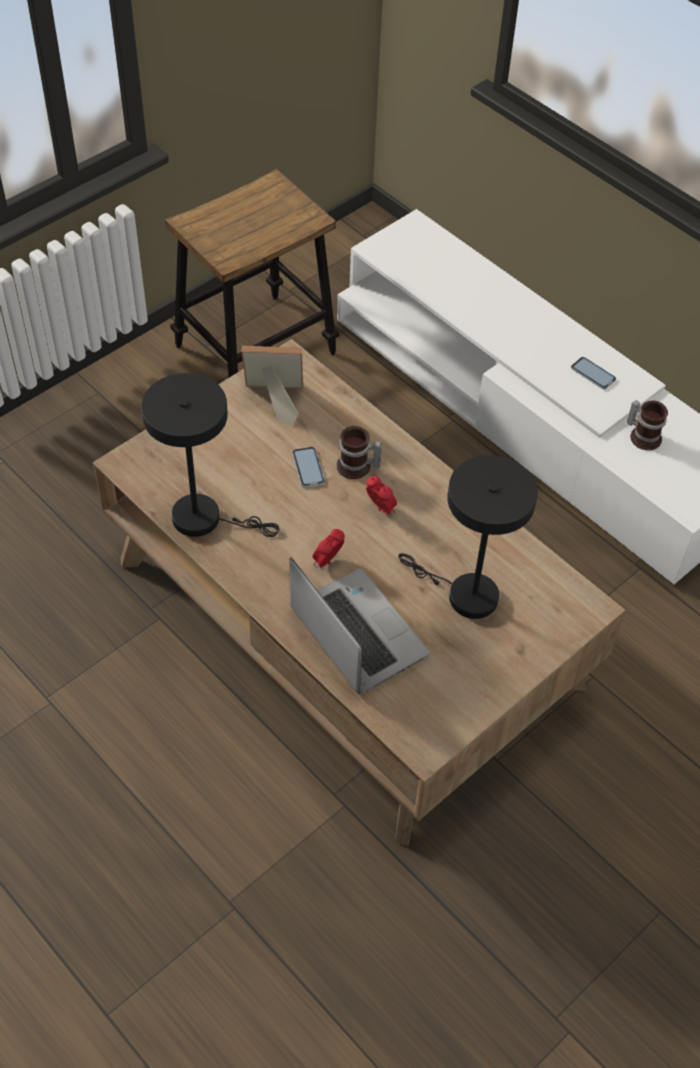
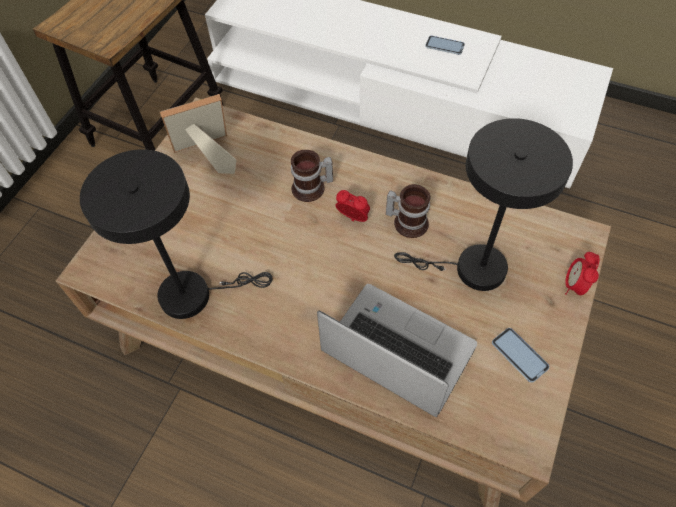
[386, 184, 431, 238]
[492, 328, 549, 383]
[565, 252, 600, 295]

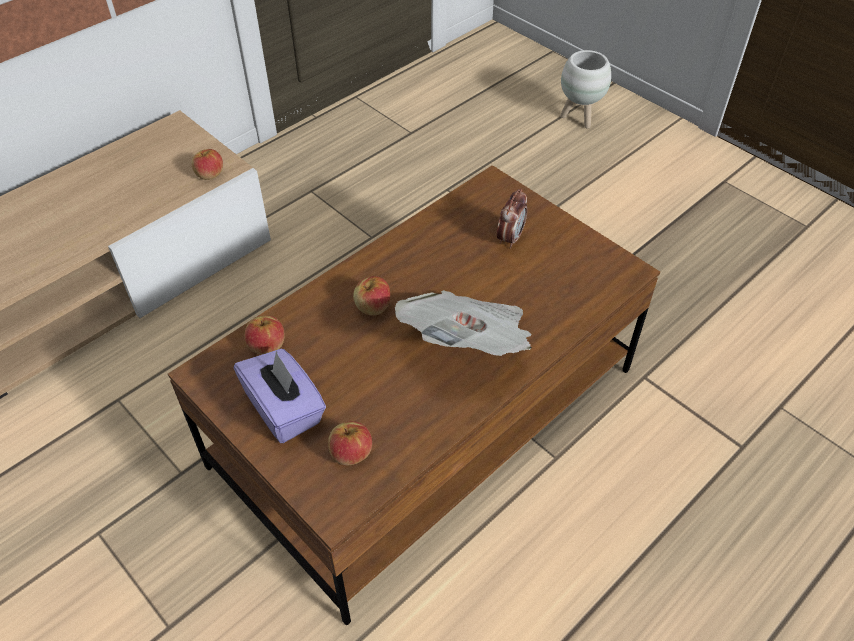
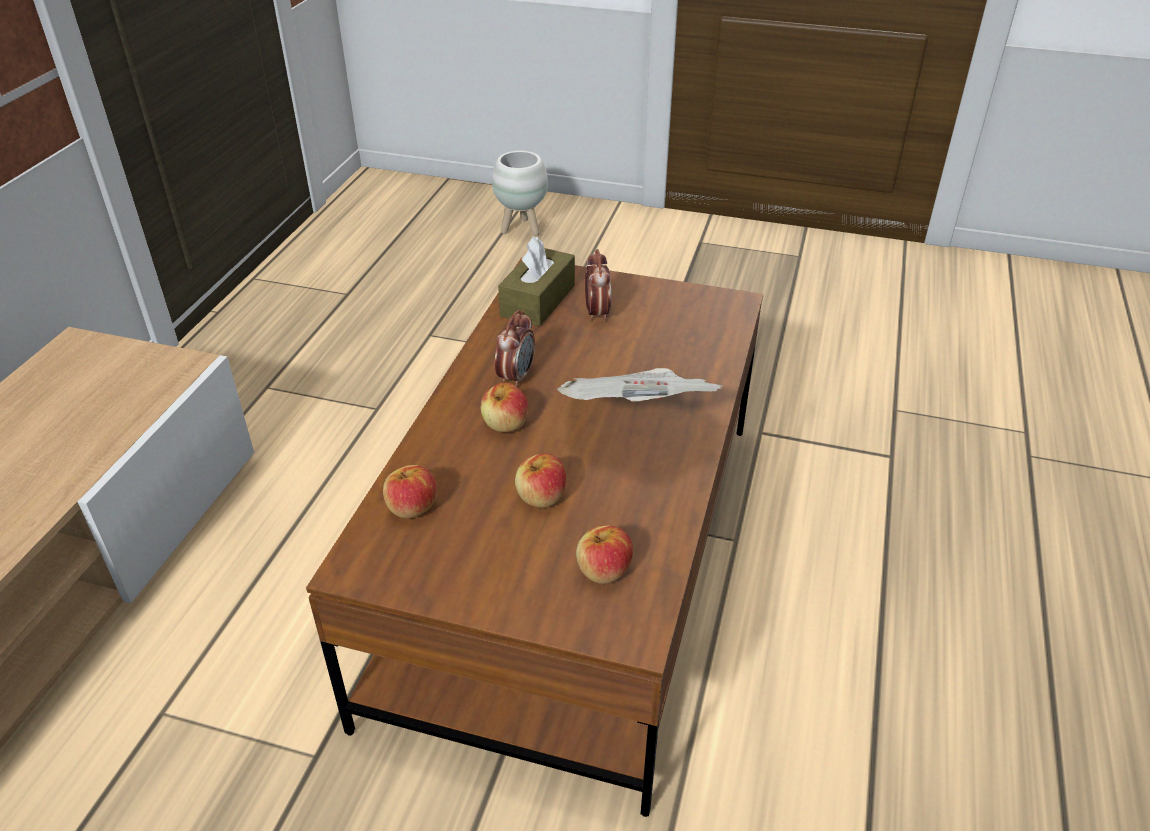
[515, 454, 566, 508]
[234, 349, 326, 443] (first image)
[498, 236, 575, 327]
[495, 310, 535, 387]

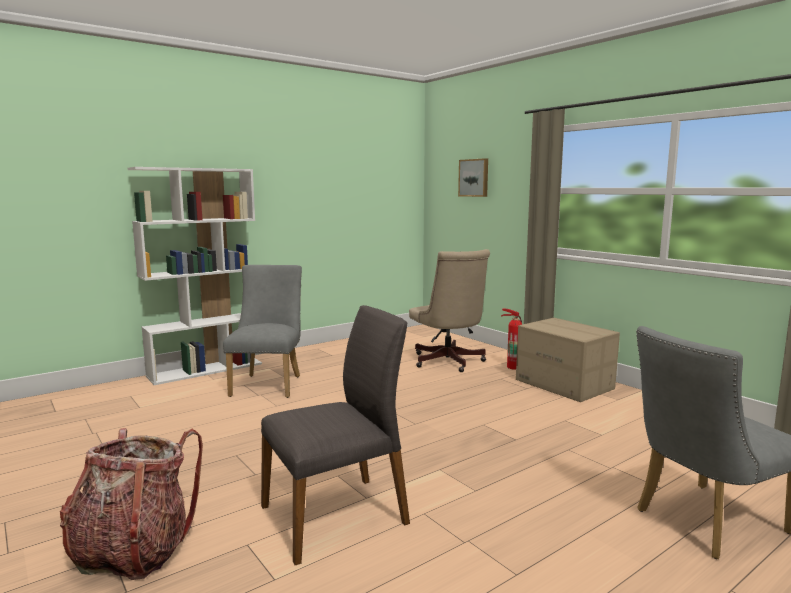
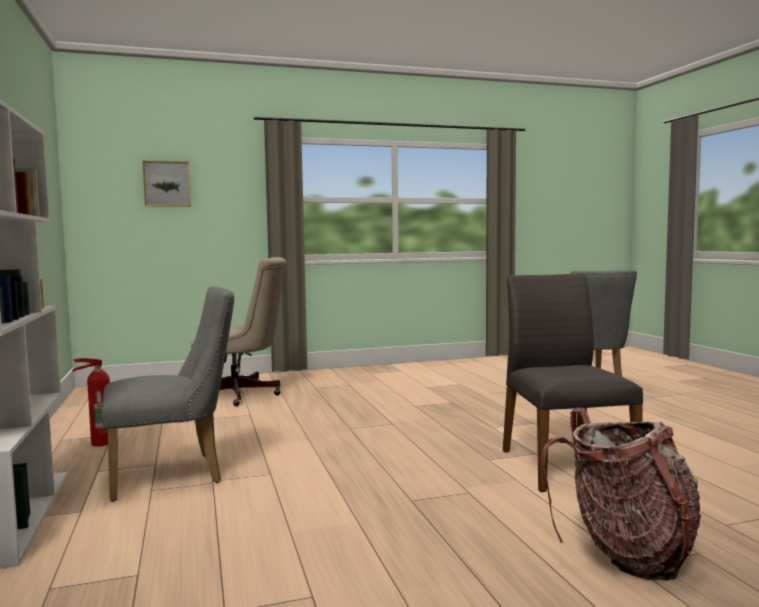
[102, 286, 234, 502]
[72, 358, 110, 446]
[516, 318, 620, 402] (first image)

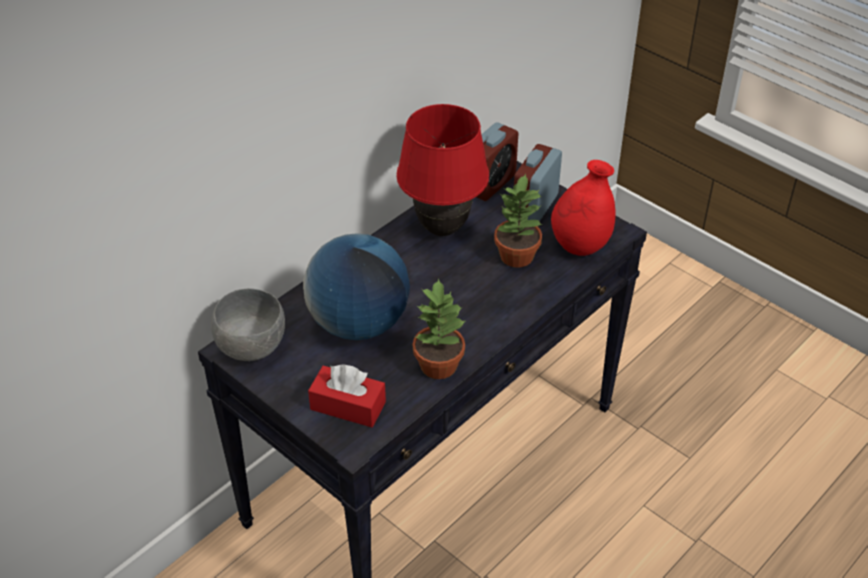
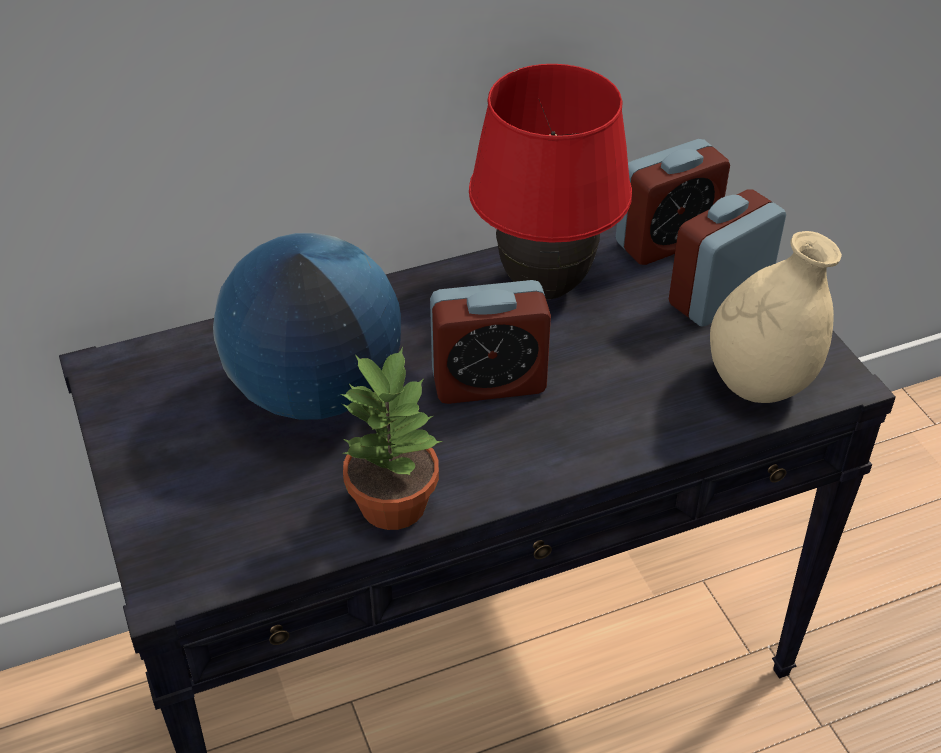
[710, 231, 842, 403]
[494, 174, 542, 268] (first image)
[211, 289, 285, 361] (first image)
[308, 364, 386, 427] (first image)
[430, 280, 551, 404]

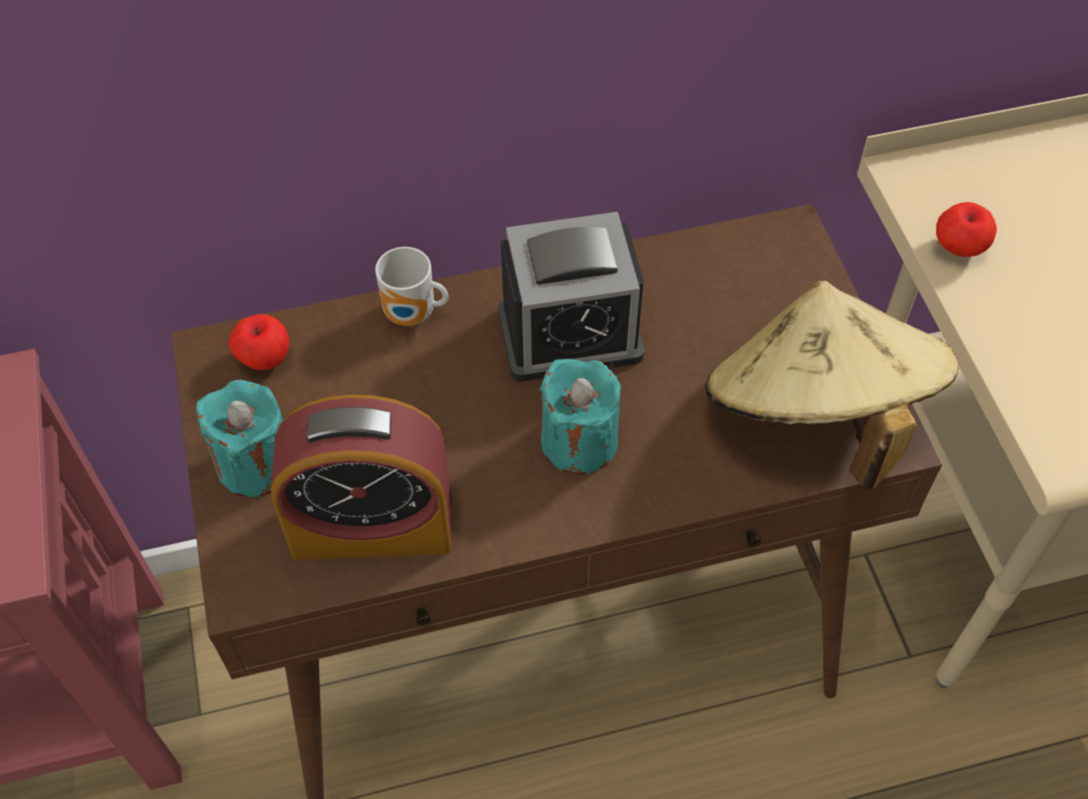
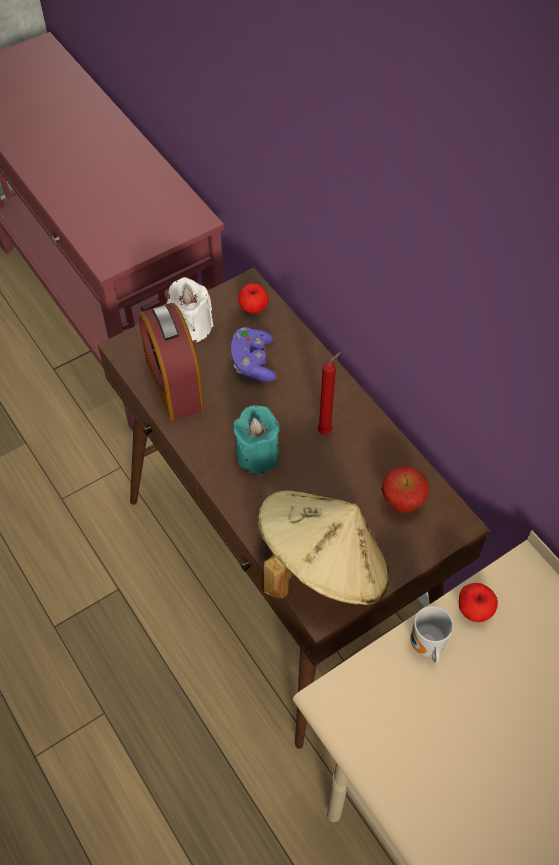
[318, 352, 341, 435]
[411, 606, 453, 663]
[166, 277, 214, 343]
[231, 327, 276, 382]
[381, 466, 430, 513]

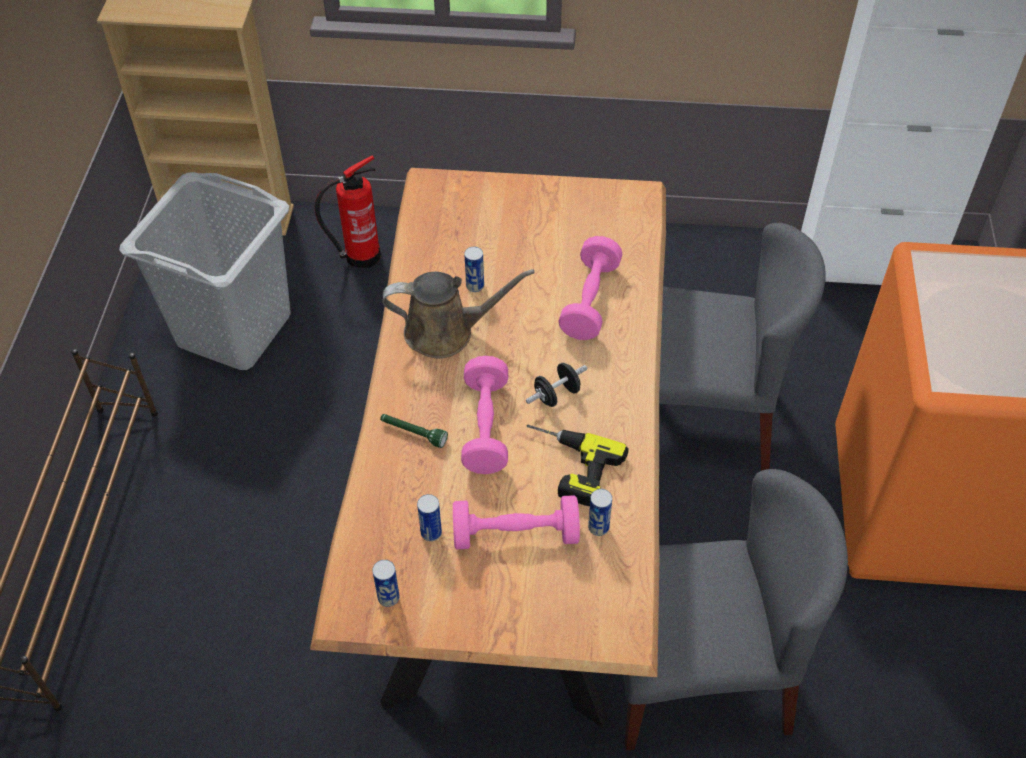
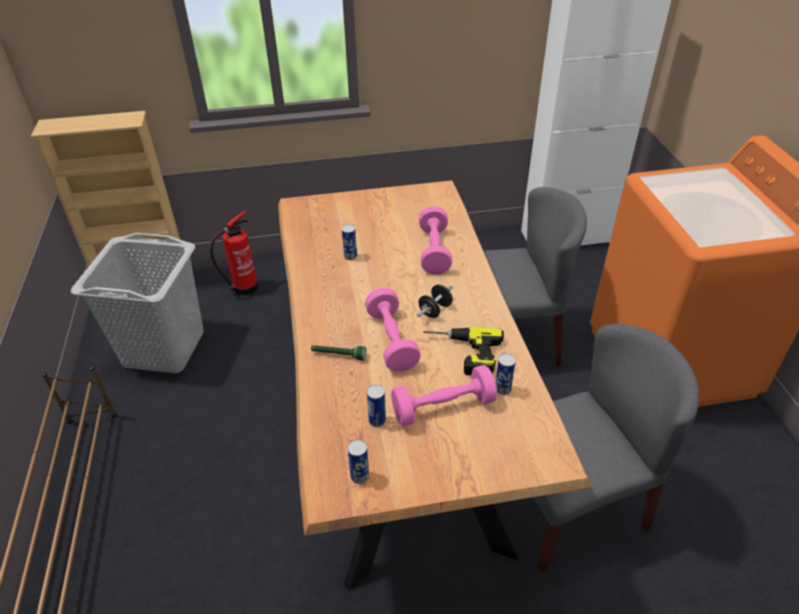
[382, 269, 535, 359] (first image)

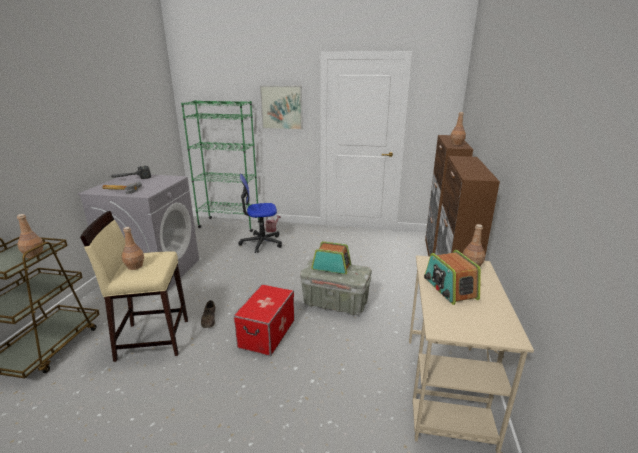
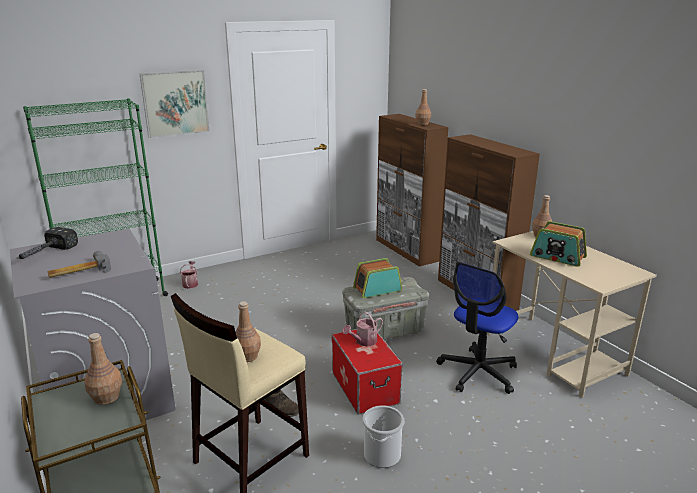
[436, 262, 518, 394]
[342, 312, 383, 347]
[362, 405, 404, 468]

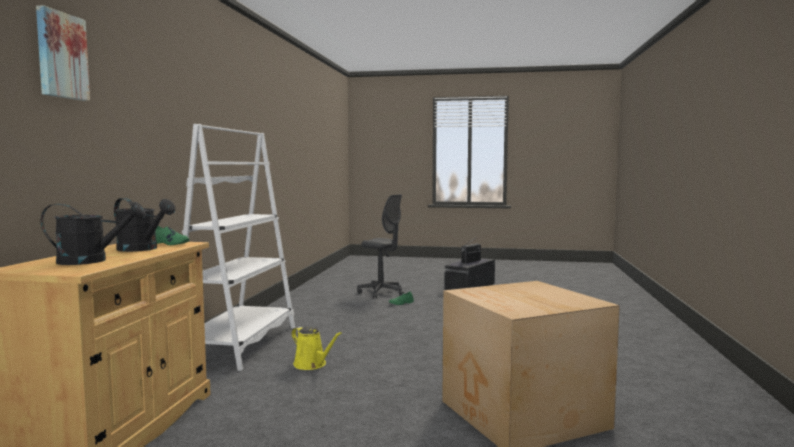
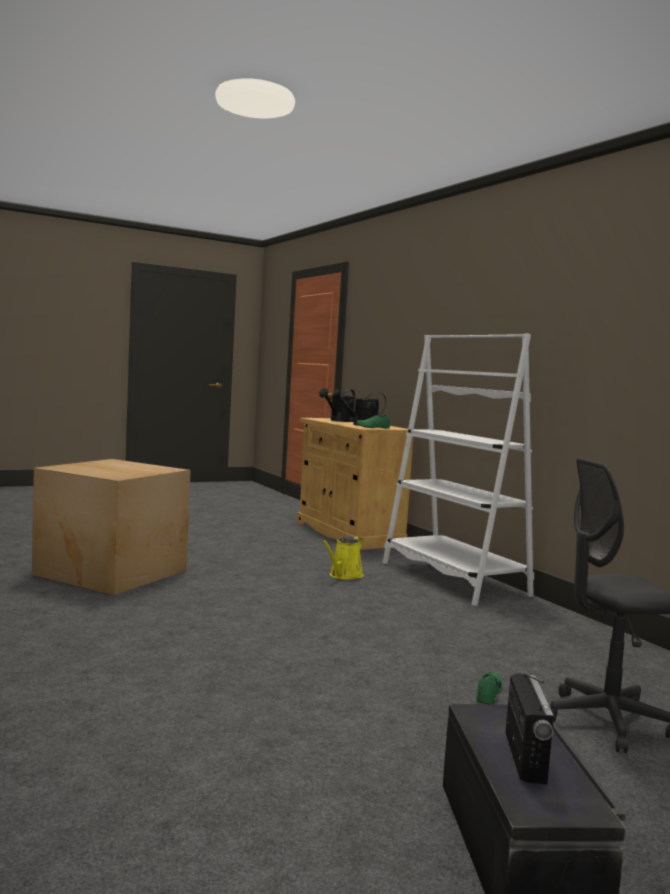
[36, 5, 90, 101] (first image)
[322, 536, 364, 580]

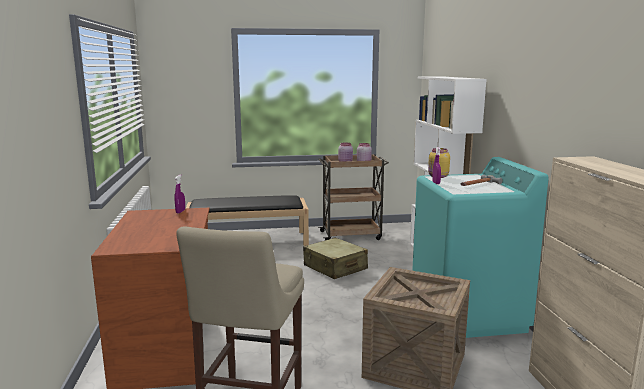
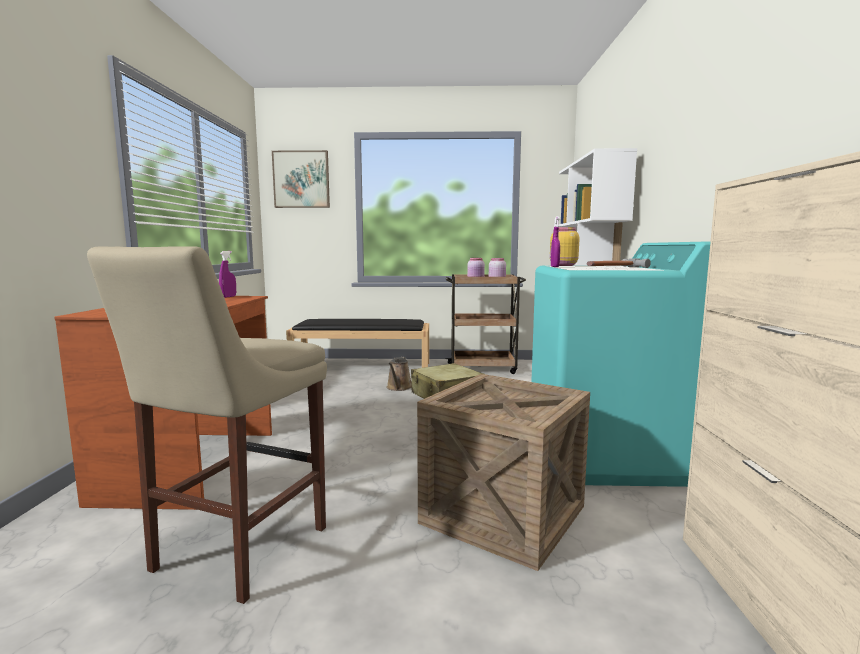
[272, 150, 330, 208]
[386, 357, 412, 391]

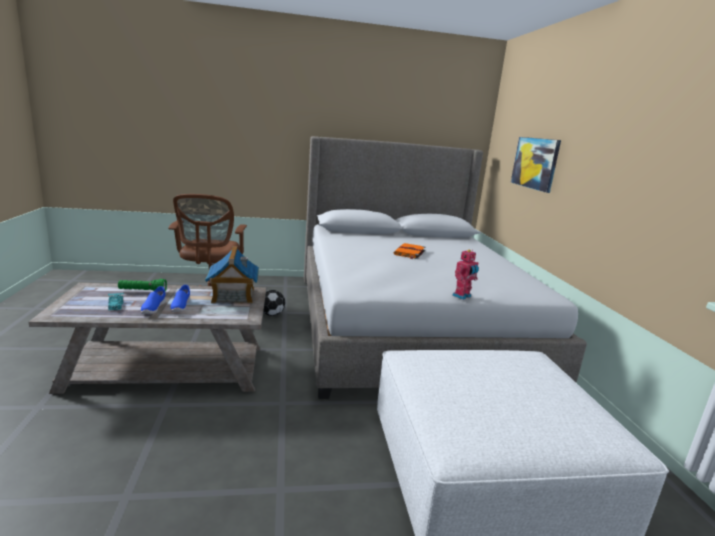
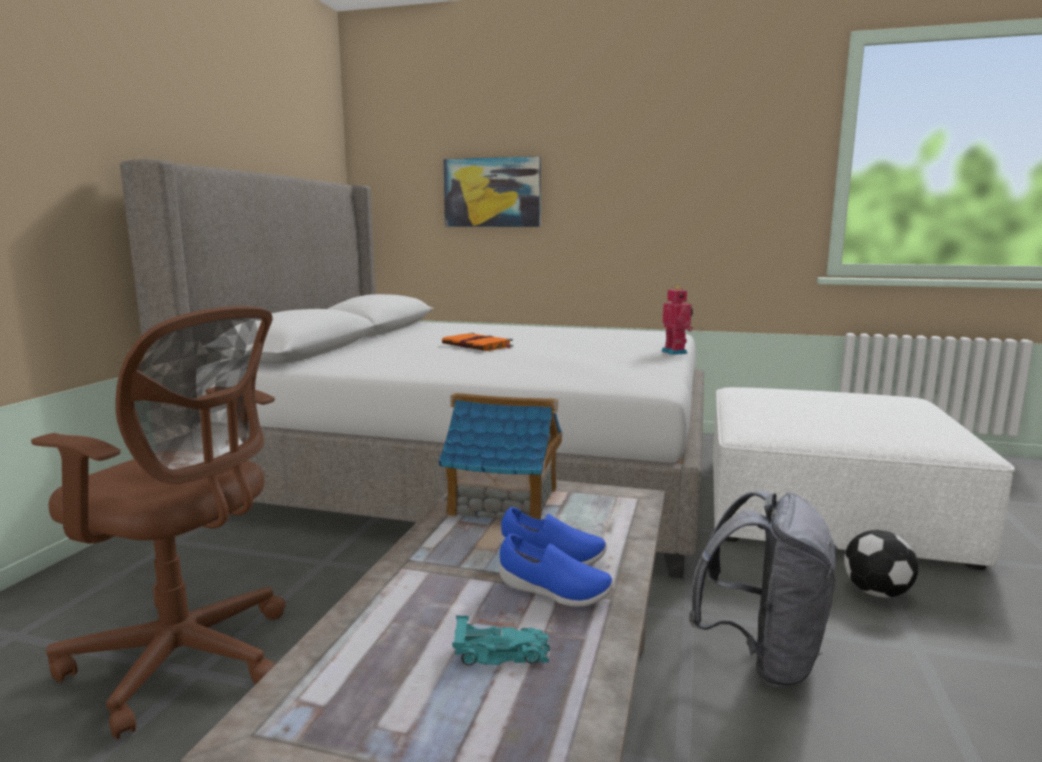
[118, 279, 167, 291] (first image)
[844, 530, 918, 598]
[688, 491, 838, 687]

